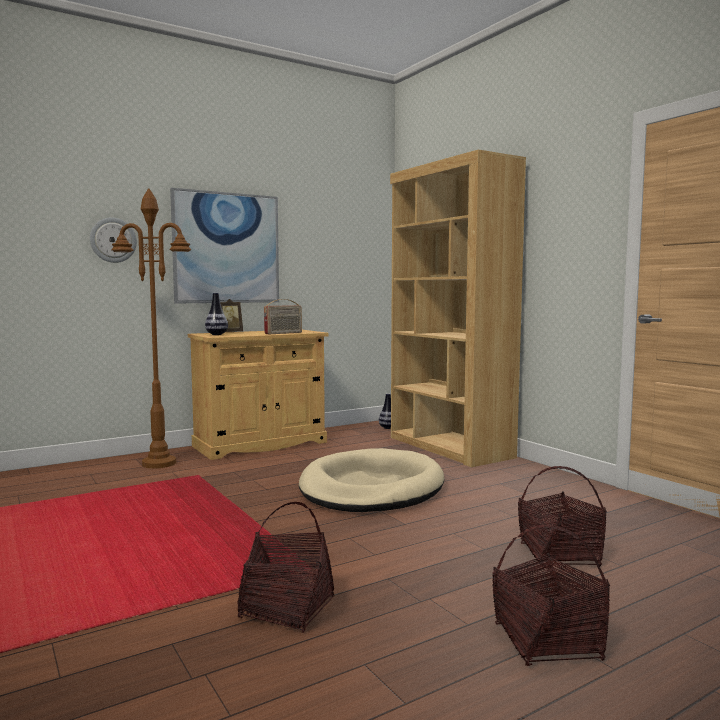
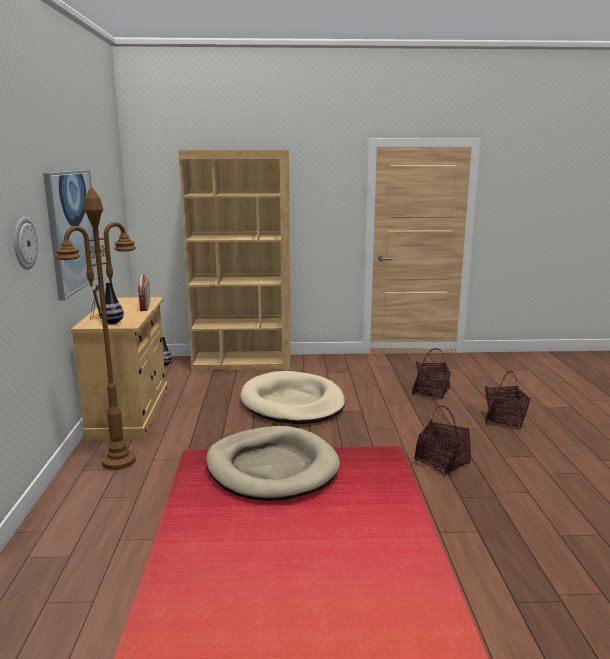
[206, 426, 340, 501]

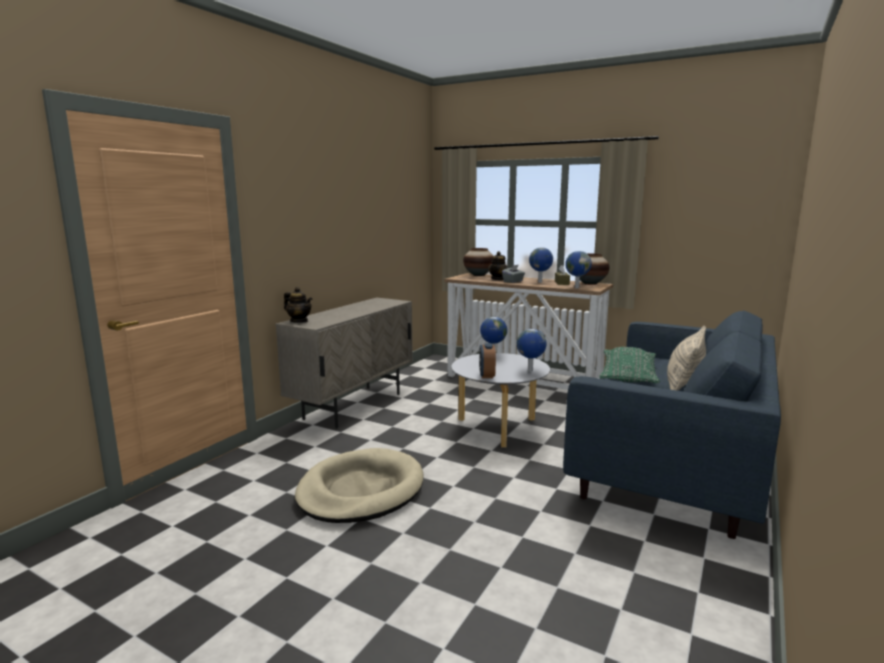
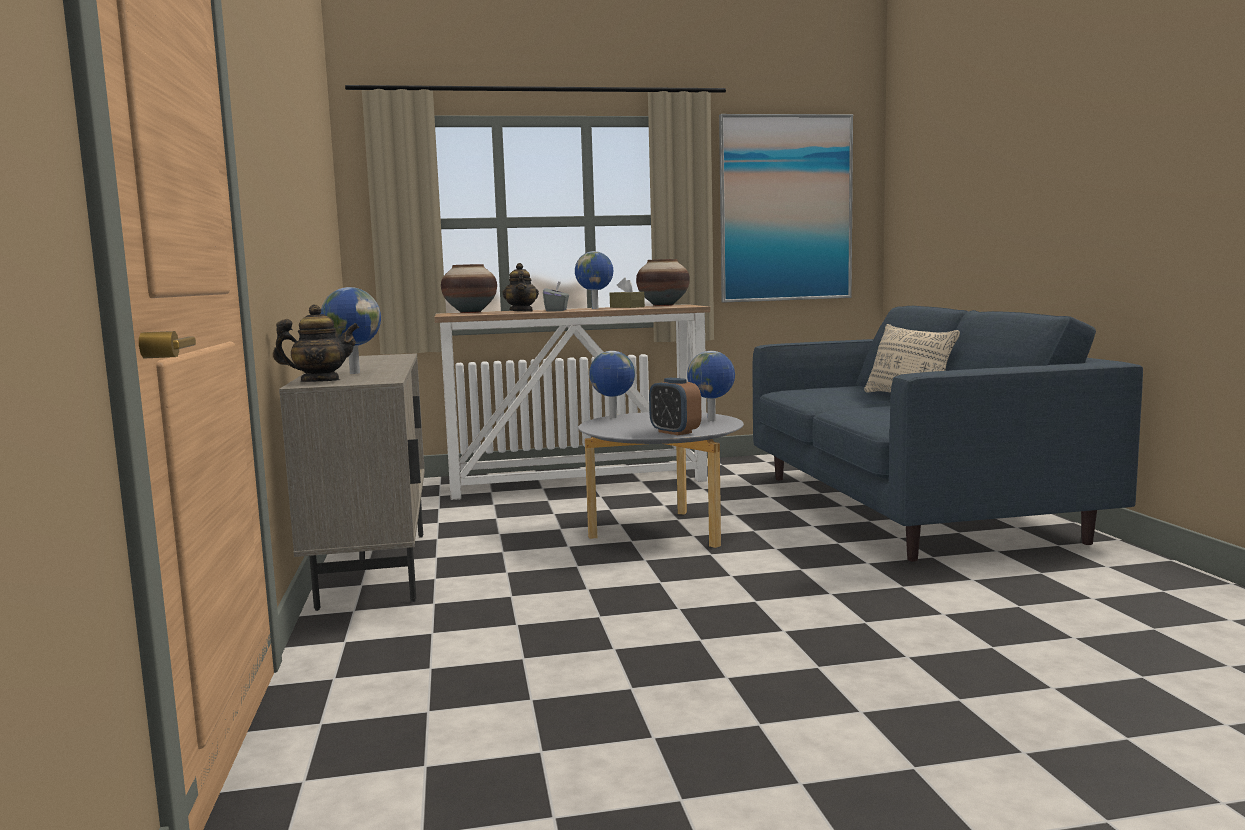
[321, 287, 381, 374]
[599, 347, 660, 383] (first image)
[295, 448, 423, 523] (first image)
[719, 114, 853, 303]

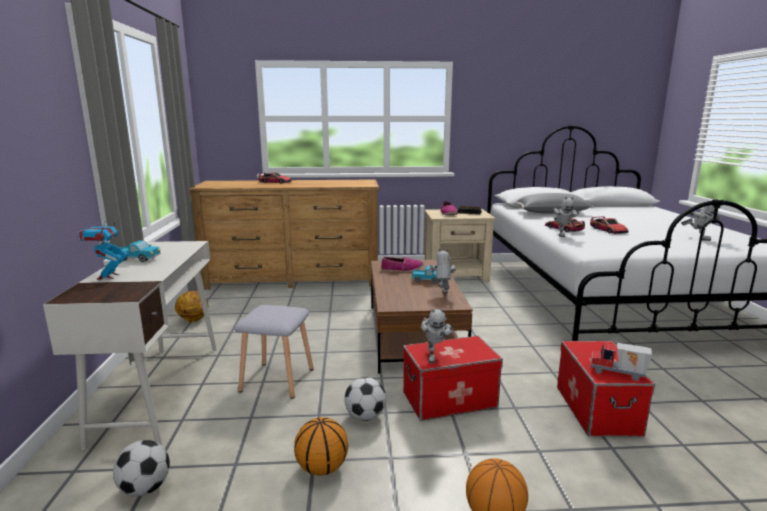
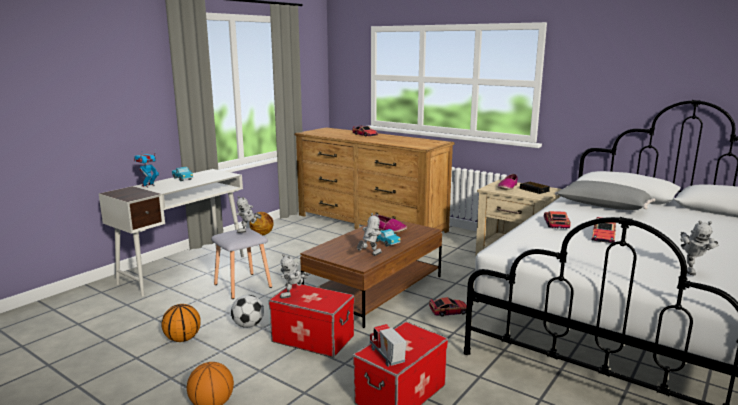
[237, 196, 262, 233]
[113, 440, 170, 496] (first image)
[429, 297, 467, 317]

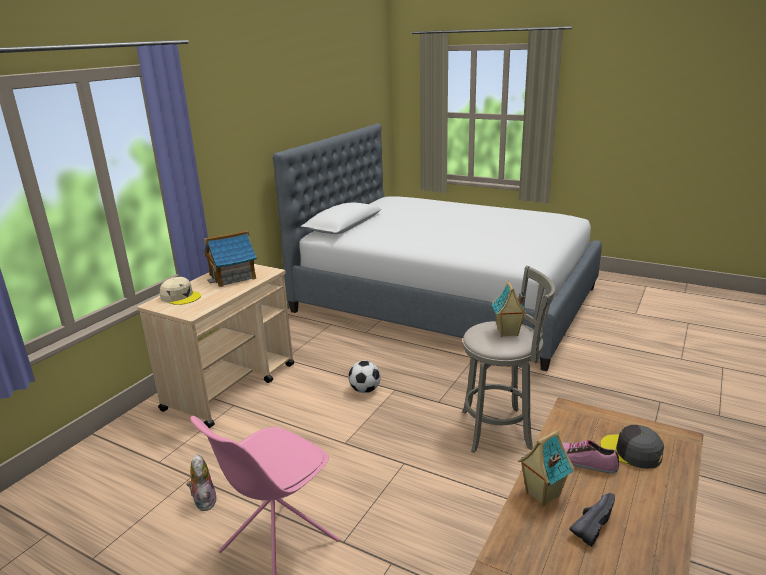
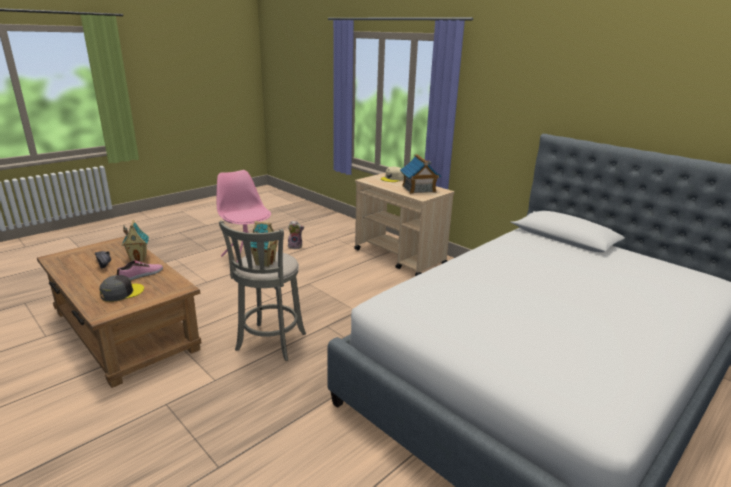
[348, 361, 381, 393] (first image)

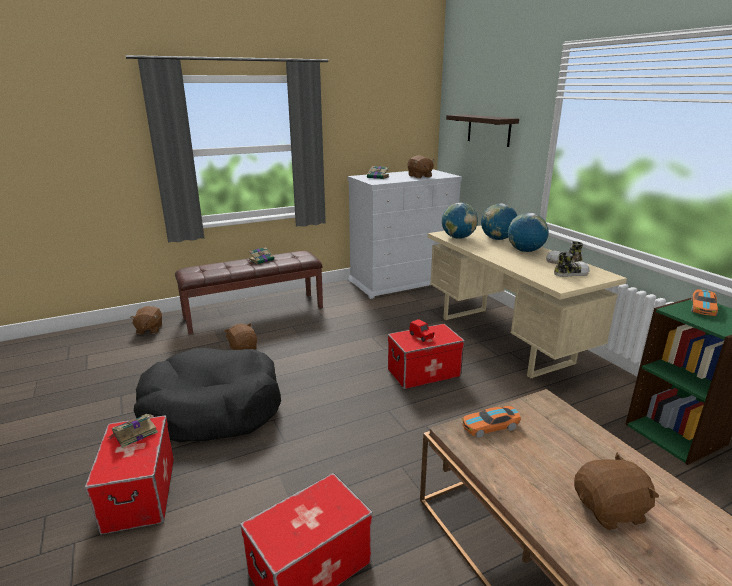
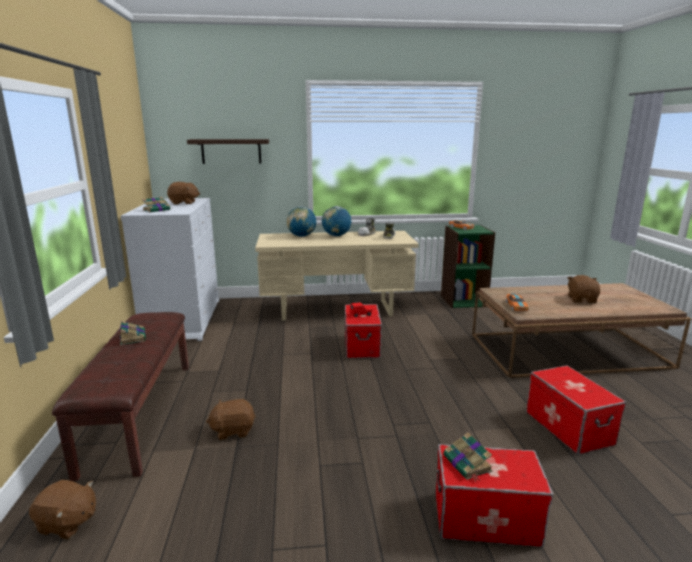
[442, 203, 478, 239] (first image)
[134, 348, 281, 443] (first image)

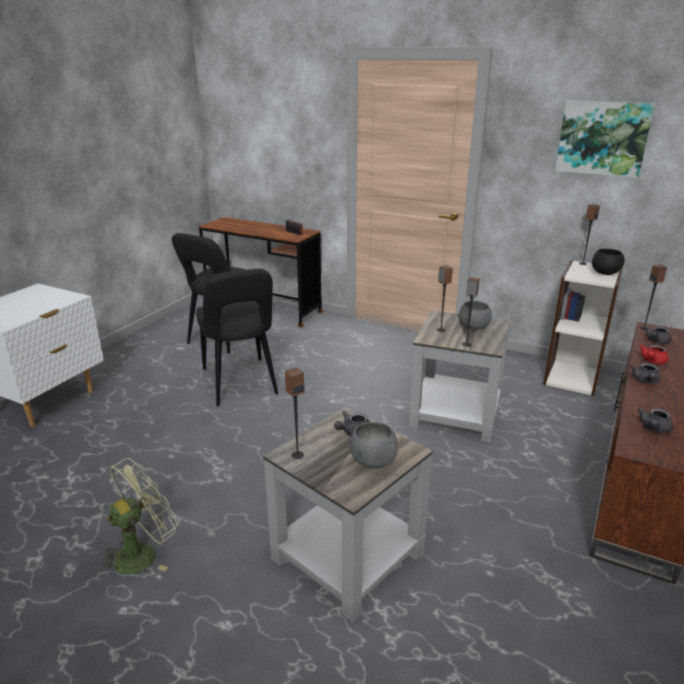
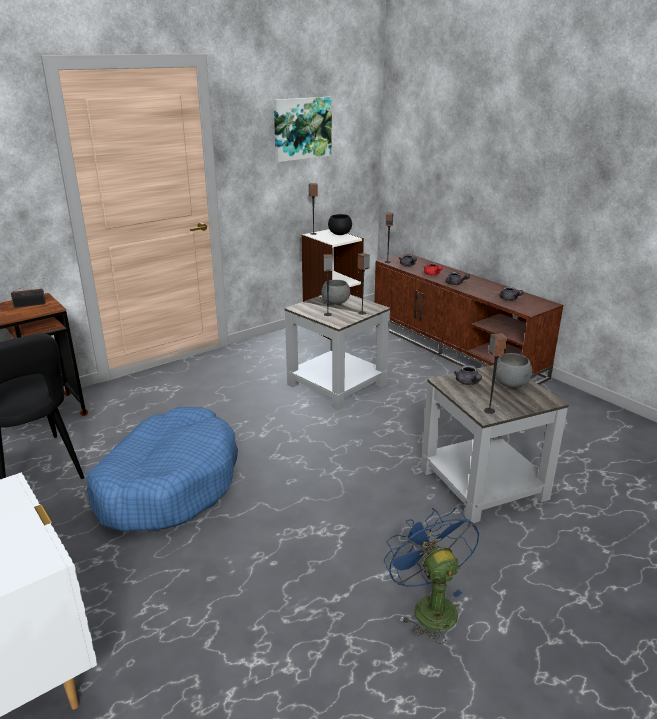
[86, 407, 238, 532]
[384, 507, 479, 644]

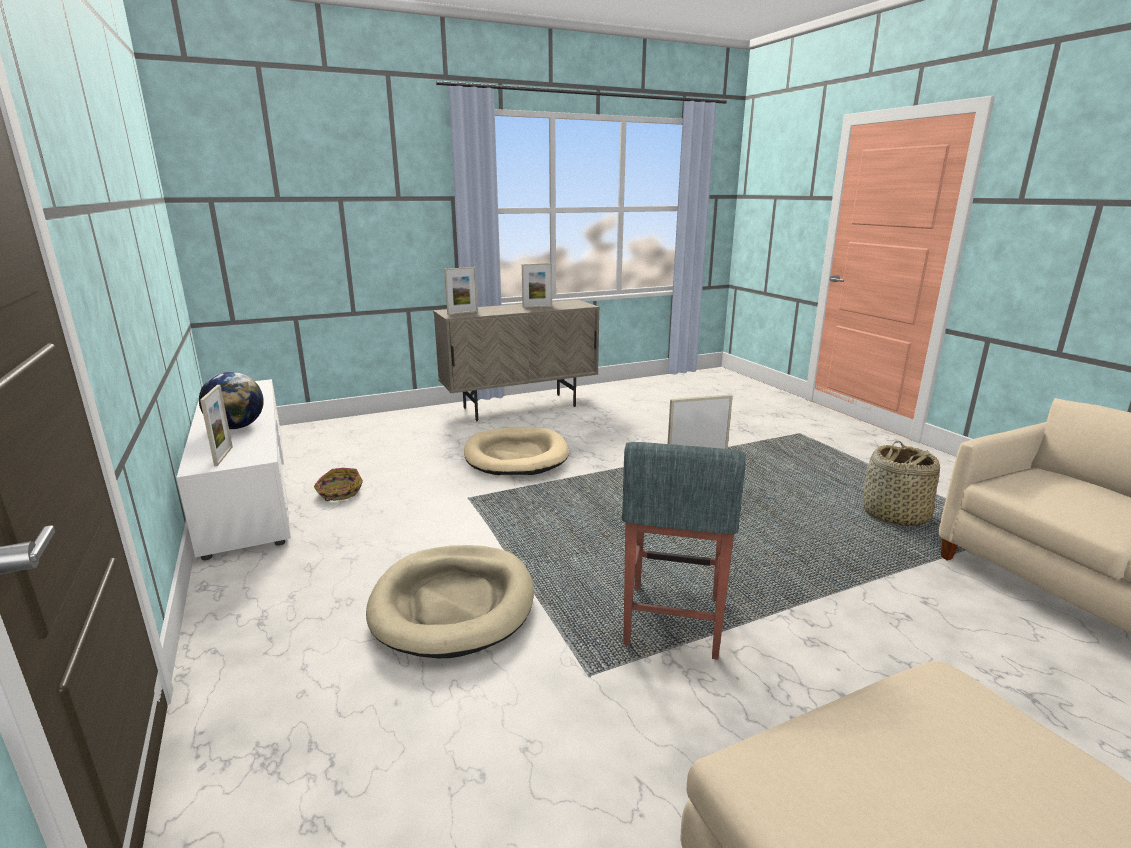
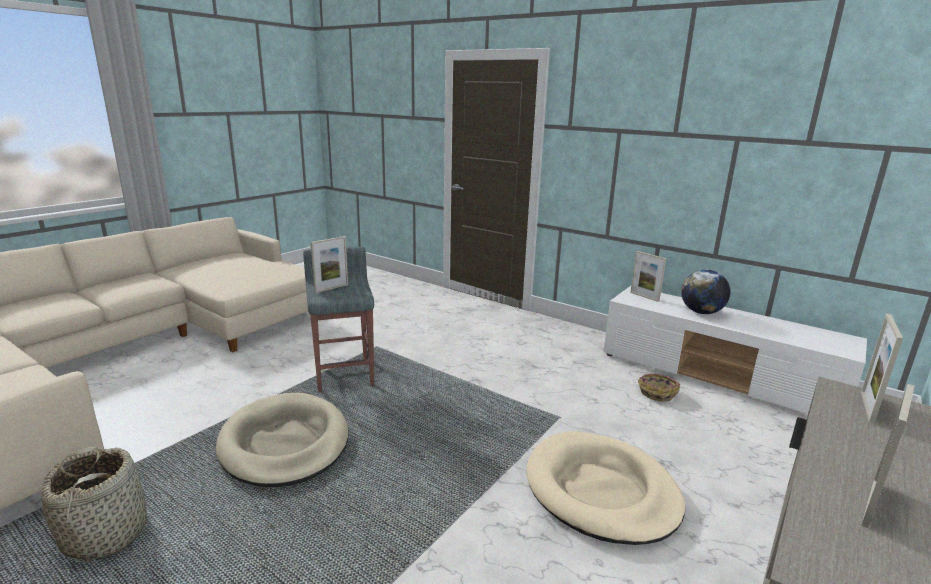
[216, 393, 349, 487]

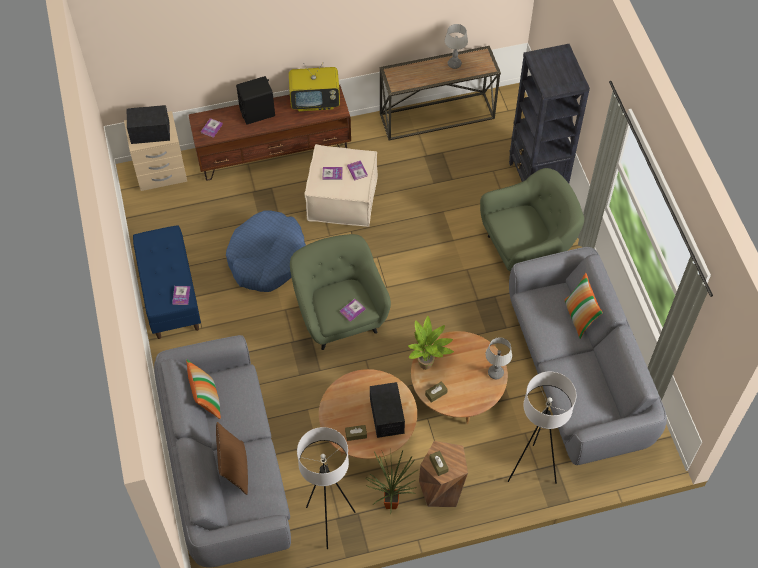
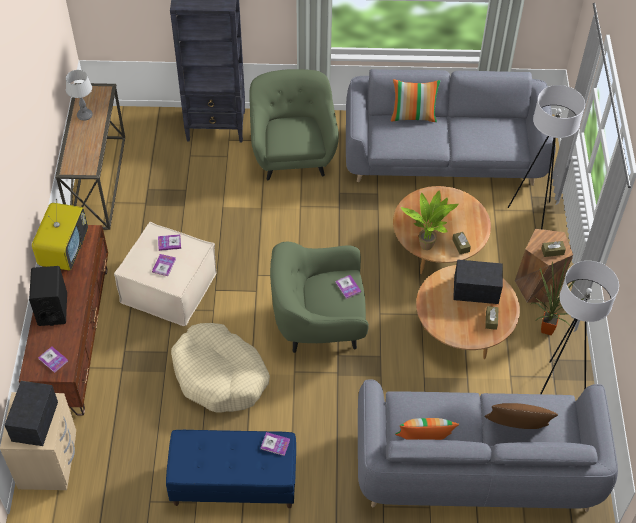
[171, 323, 270, 413]
[485, 337, 512, 379] (first image)

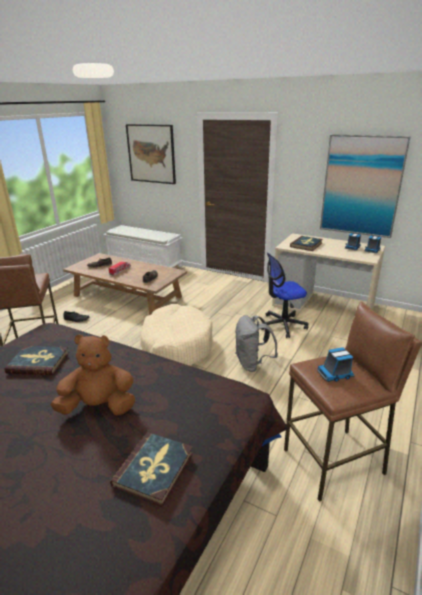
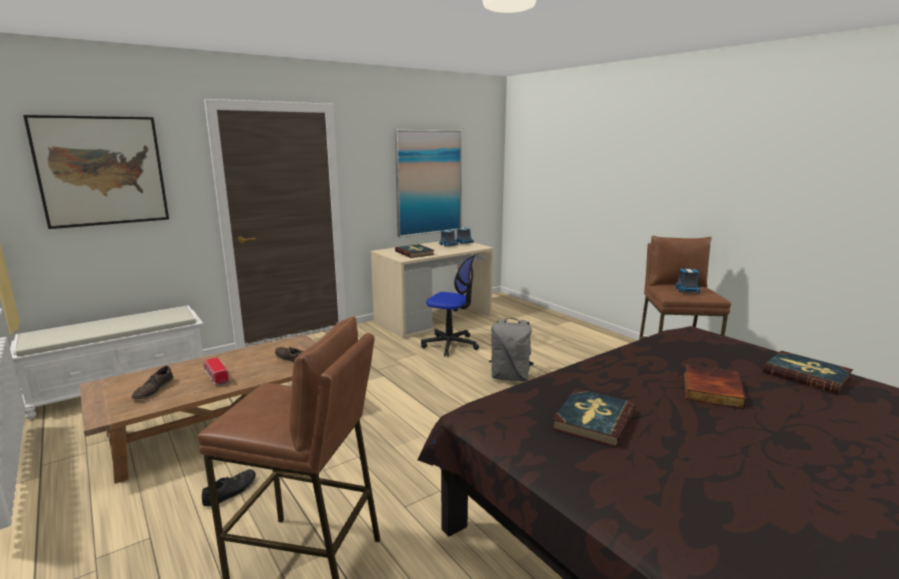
[421, 255, 479, 357]
[140, 304, 213, 366] (first image)
[684, 364, 746, 409]

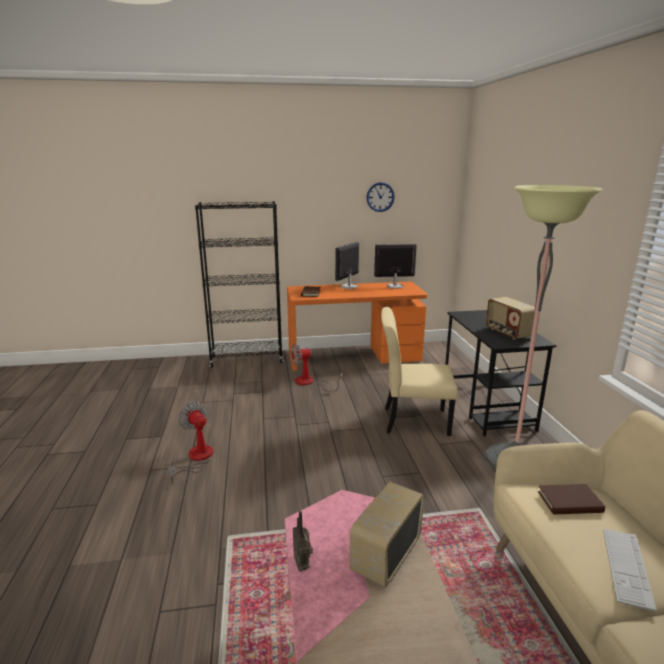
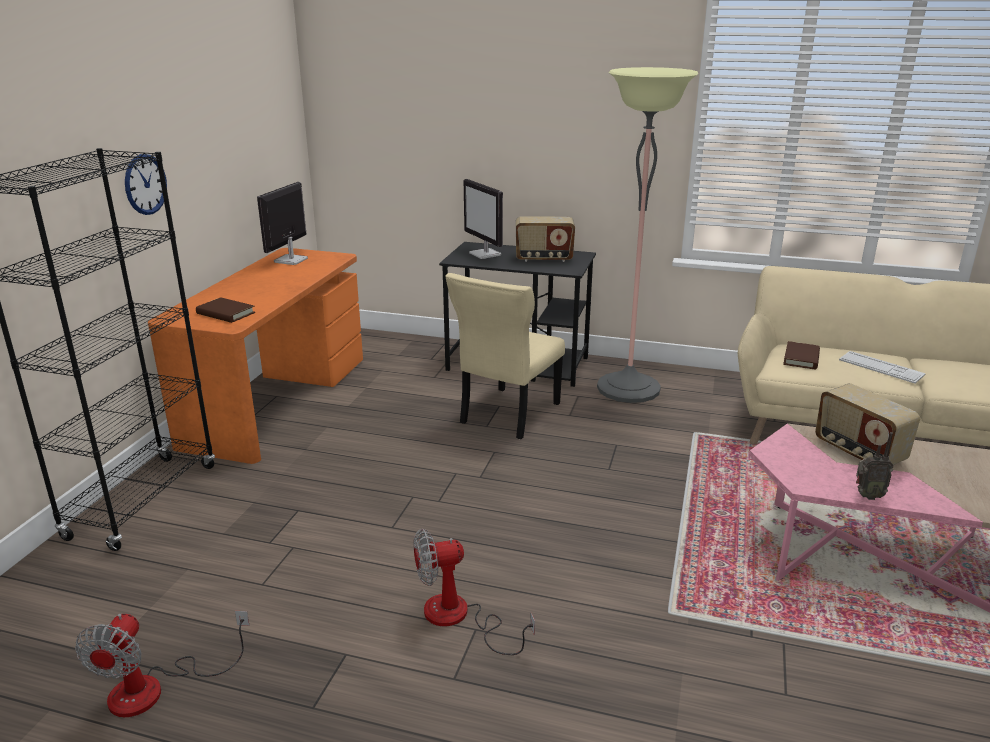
[125, 154, 167, 215]
[464, 179, 503, 259]
[75, 611, 250, 717]

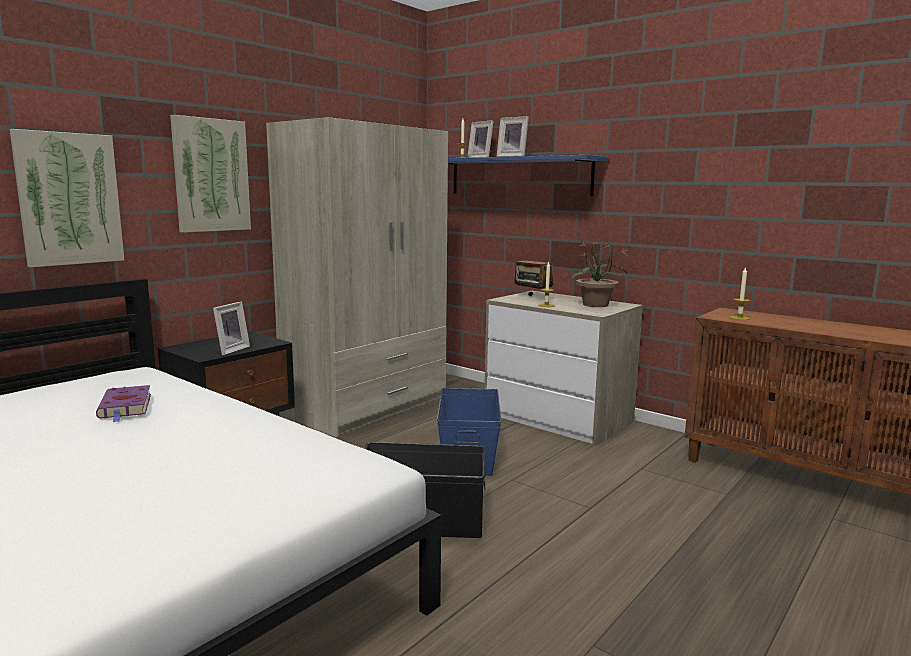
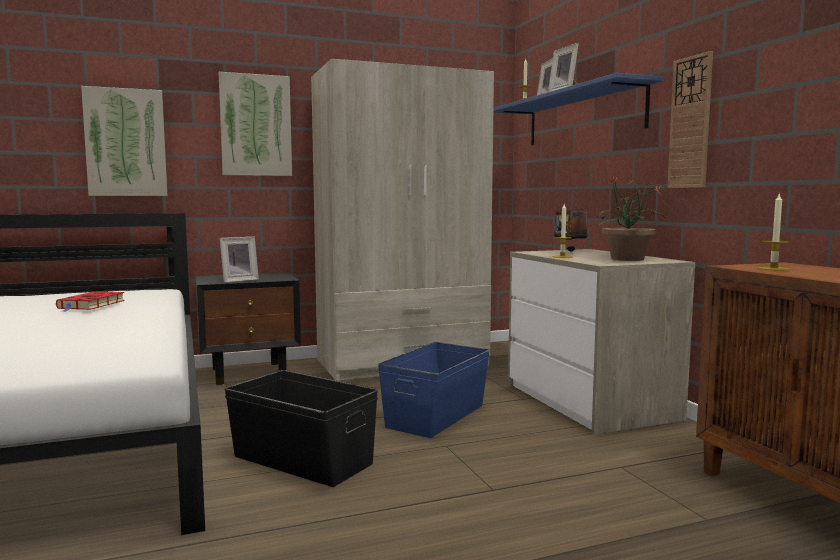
[56, 291, 125, 312]
[667, 51, 713, 188]

